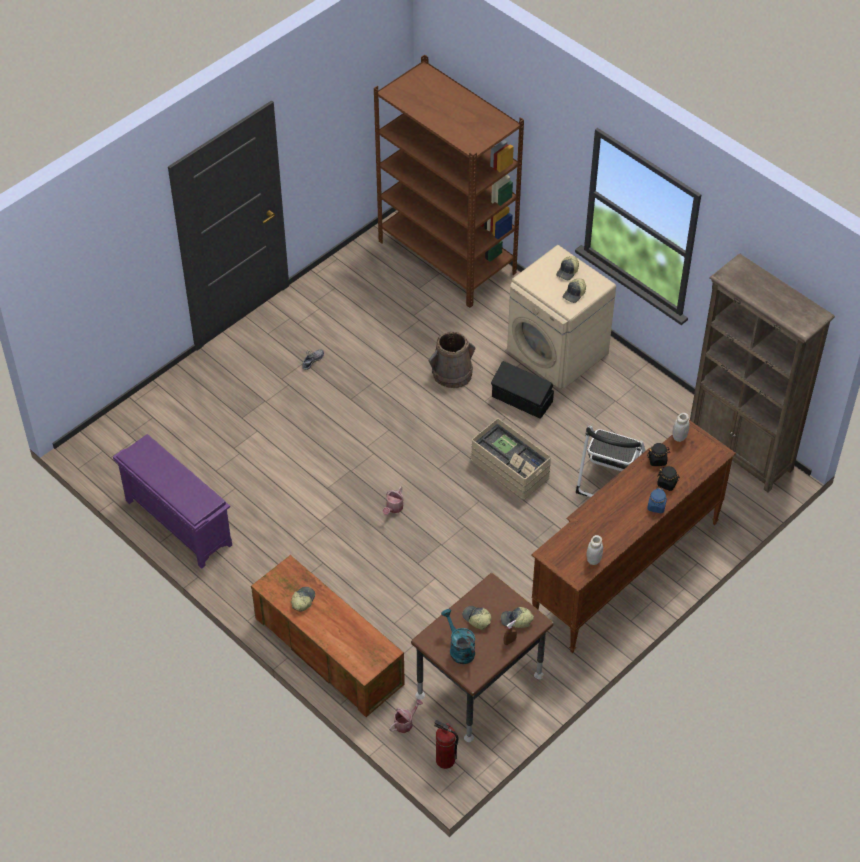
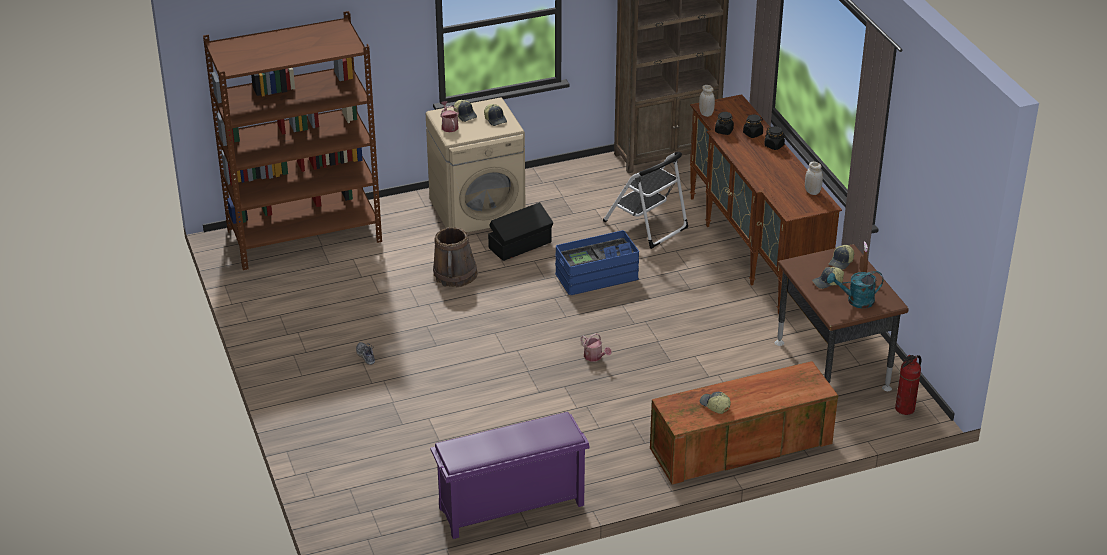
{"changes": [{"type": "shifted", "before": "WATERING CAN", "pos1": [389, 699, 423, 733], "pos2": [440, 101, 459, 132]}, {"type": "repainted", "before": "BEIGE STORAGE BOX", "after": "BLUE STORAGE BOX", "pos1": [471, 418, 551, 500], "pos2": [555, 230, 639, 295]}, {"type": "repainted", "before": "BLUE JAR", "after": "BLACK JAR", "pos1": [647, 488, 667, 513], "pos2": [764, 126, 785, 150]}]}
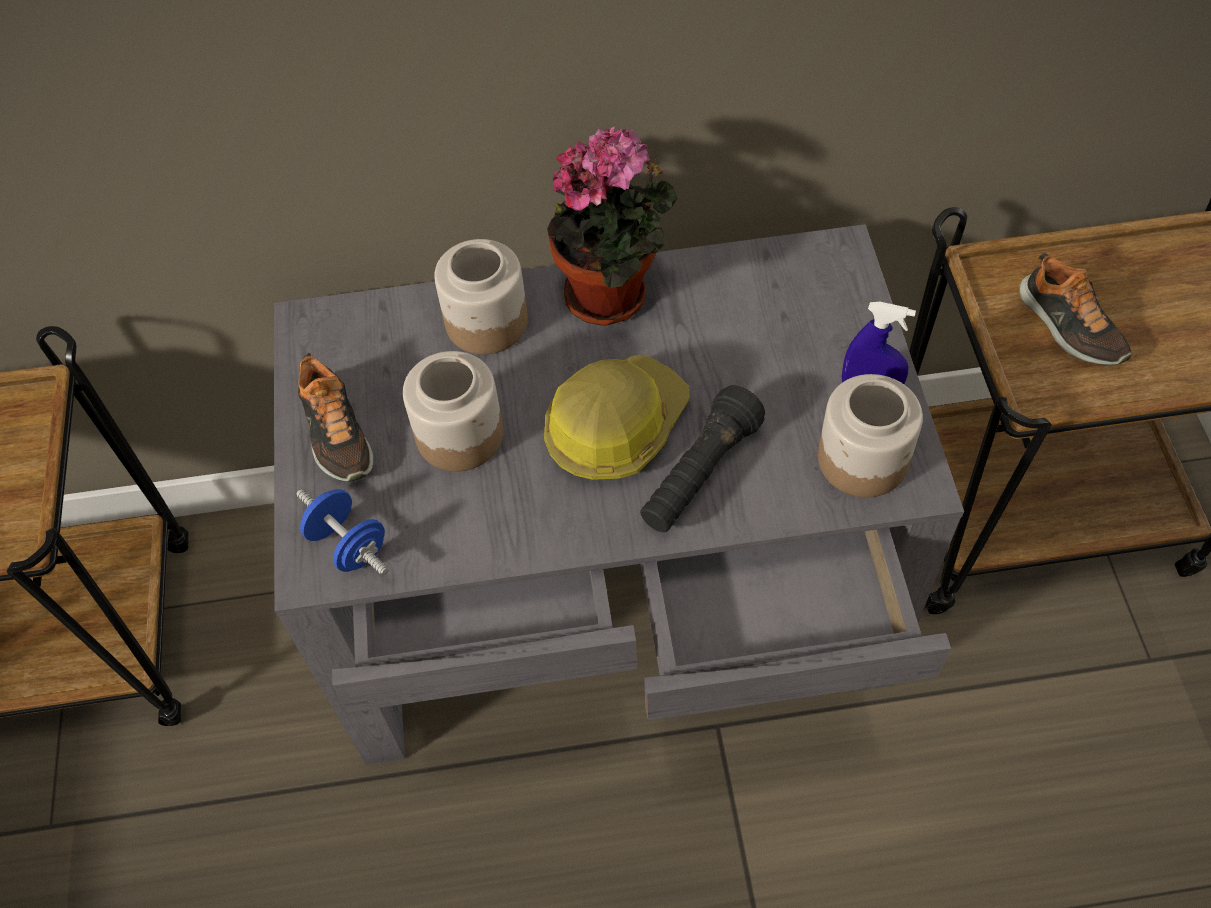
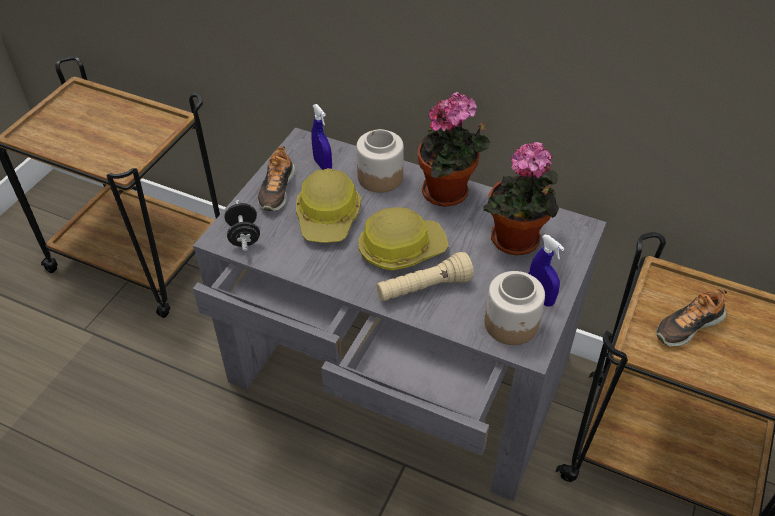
{"changes": [{"type": "new", "after": "BLUE SPRAY BOTTLE", "pos2": [311, 104, 332, 170]}, {"type": "new", "after": "POTTED PLANT", "pos2": [483, 142, 559, 255]}, {"type": "swapped", "before": "JAR", "after": "HARD HAT", "pos1": [403, 351, 503, 472], "pos2": [296, 168, 361, 243]}, {"type": "repainted", "before": "BLUE DUMBBELL", "after": "BLACK DUMBBELL", "pos1": [296, 489, 389, 575], "pos2": [224, 200, 260, 252]}, {"type": "repainted", "before": "BLACK FLASHLIGHT", "after": "BEIGE FLASHLIGHT", "pos1": [640, 385, 765, 532], "pos2": [377, 252, 474, 301]}, {"type": "rotated", "before": "SHOE", "pos1": [1019, 253, 1132, 365], "pos2": [656, 288, 727, 346], "turn": 60}]}
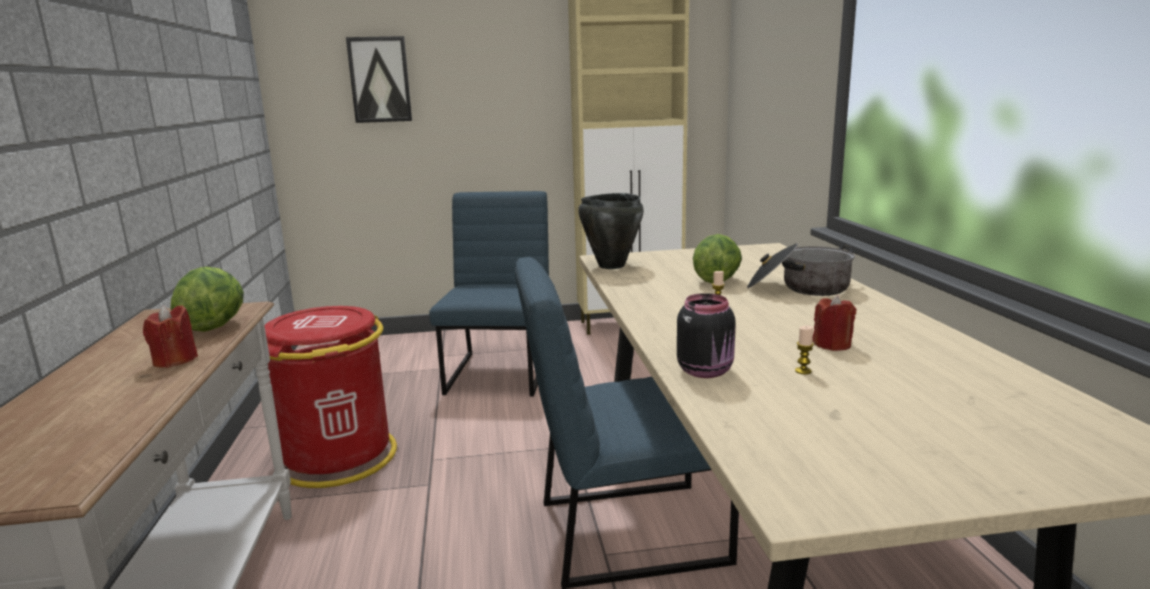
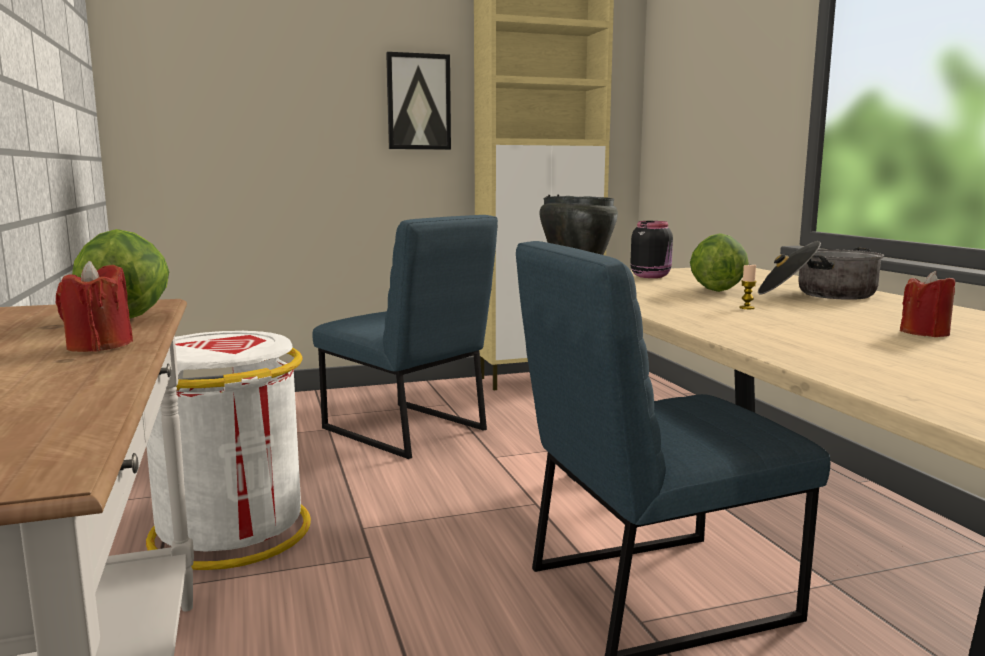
{"changes": [{"type": "gone", "before": "CANDLE", "pos1": [795, 326, 814, 374]}, {"type": "shifted", "before": "PICTURE", "pos1": [346, 36, 412, 123], "pos2": [386, 52, 451, 150]}, {"type": "shifted", "before": "BLACK JAR", "pos1": [677, 293, 736, 378], "pos2": [630, 221, 673, 278]}, {"type": "repainted", "before": "RED TRASH CAN", "after": "WHITE TRASH CAN", "pos1": [265, 306, 397, 488], "pos2": [146, 331, 311, 570]}, {"type": "rotated", "before": "BLUE CHAIR", "pos1": [429, 191, 549, 397], "pos2": [312, 215, 498, 459], "turn": 135}]}
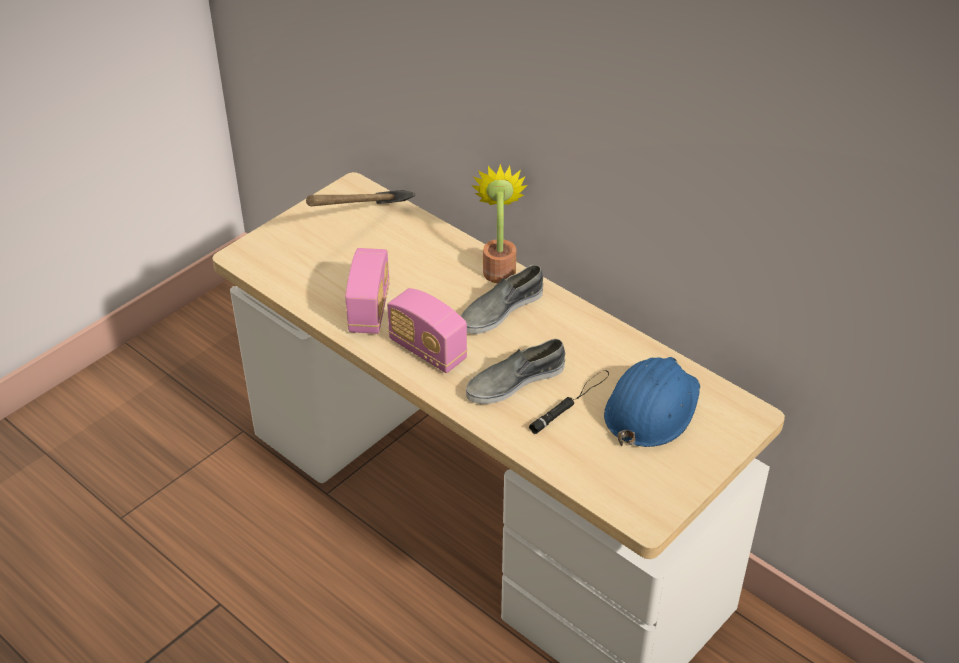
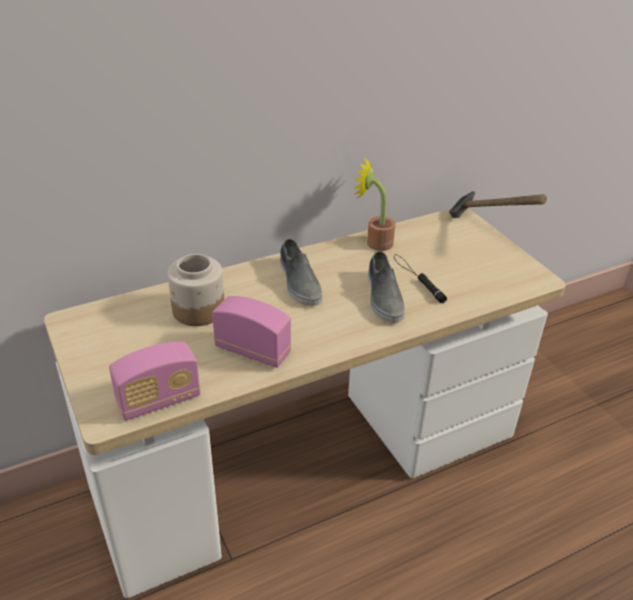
{"changes": [{"type": "gone", "before": "BLUE HARD HAT", "pos1": [604, 357, 700, 447]}, {"type": "new", "after": "JAR", "pos2": [168, 254, 224, 326]}, {"type": "shifted", "before": "HAMMER", "pos1": [306, 190, 415, 206], "pos2": [449, 191, 547, 218]}, {"type": "shifted", "before": "RADIO", "pos1": [387, 288, 468, 373], "pos2": [109, 342, 200, 420]}, {"type": "shifted", "before": "POTTED PLANT", "pos1": [471, 164, 527, 283], "pos2": [354, 157, 396, 251]}]}
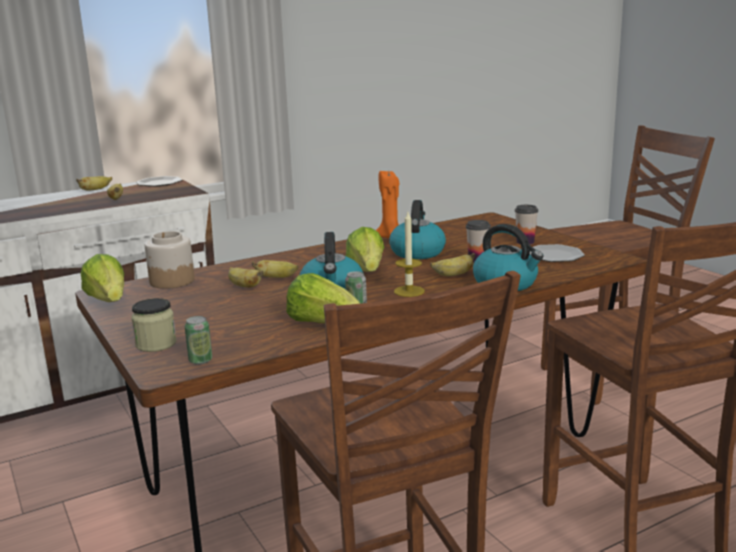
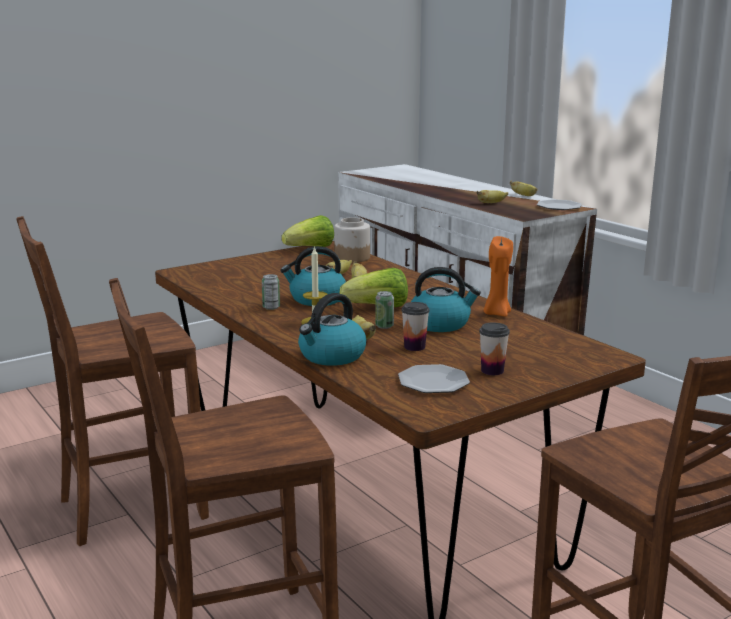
{"changes": [{"type": "gone", "before": "JAR", "pos1": [131, 298, 177, 352]}, {"type": "gone", "before": "LETTUCE", "pos1": [287, 273, 360, 323]}, {"type": "shifted", "before": "CAN", "pos1": [185, 316, 212, 365], "pos2": [375, 291, 394, 329]}]}
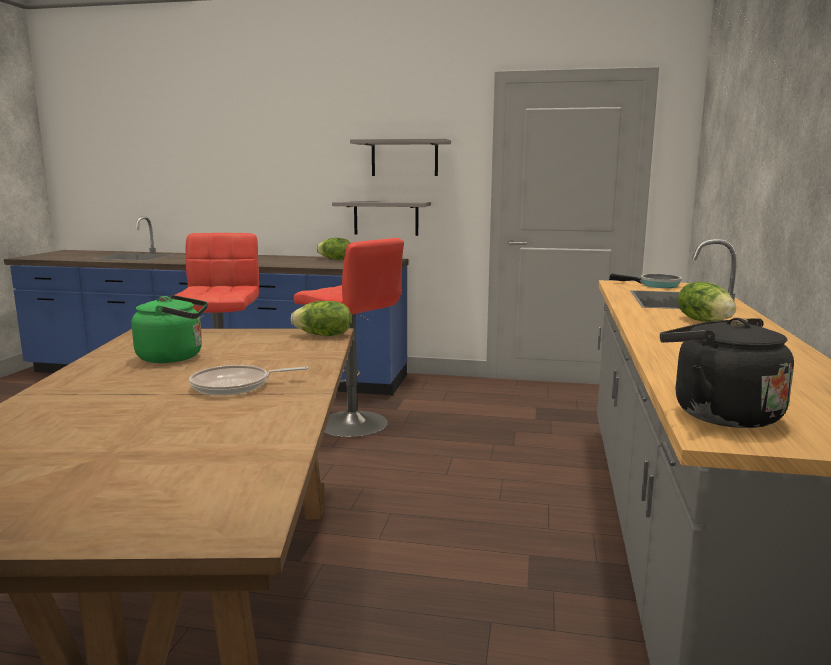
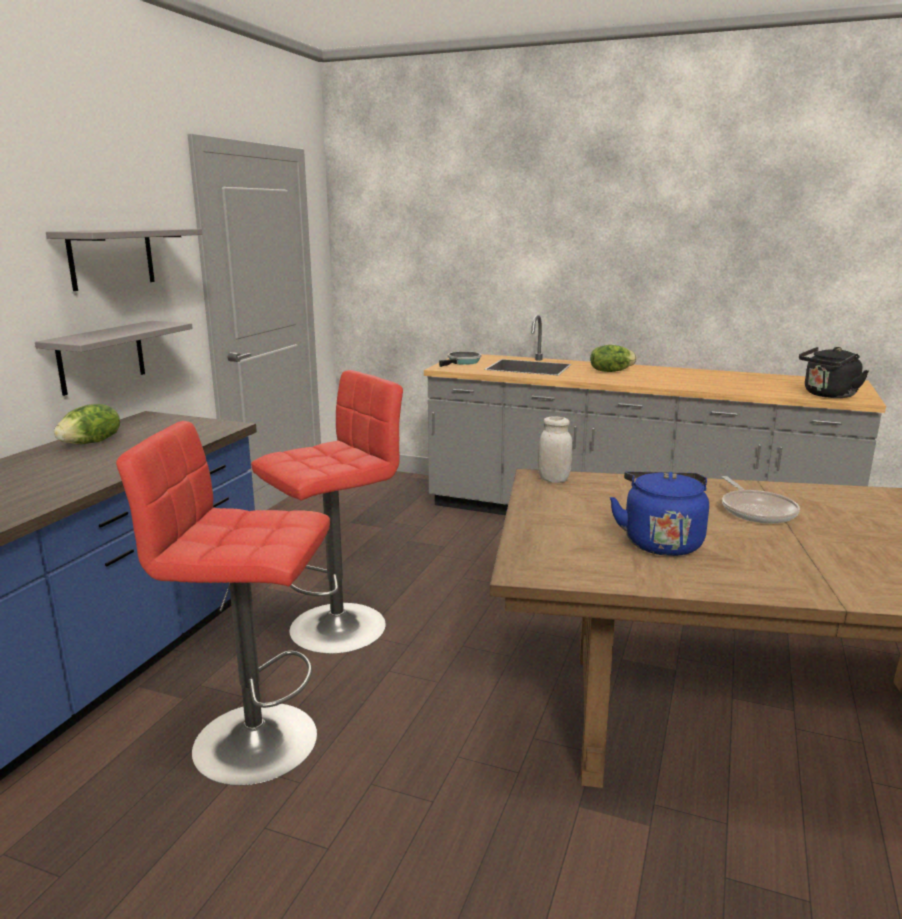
{"changes": [{"type": "swapped", "before": "LETTUCE", "after": "WHITE JAR", "pos1": [291, 301, 351, 336], "pos2": [538, 416, 573, 483]}, {"type": "repainted", "before": "GREEN KETTLE", "after": "BLUE KETTLE", "pos1": [132, 295, 208, 363], "pos2": [610, 471, 709, 556]}]}
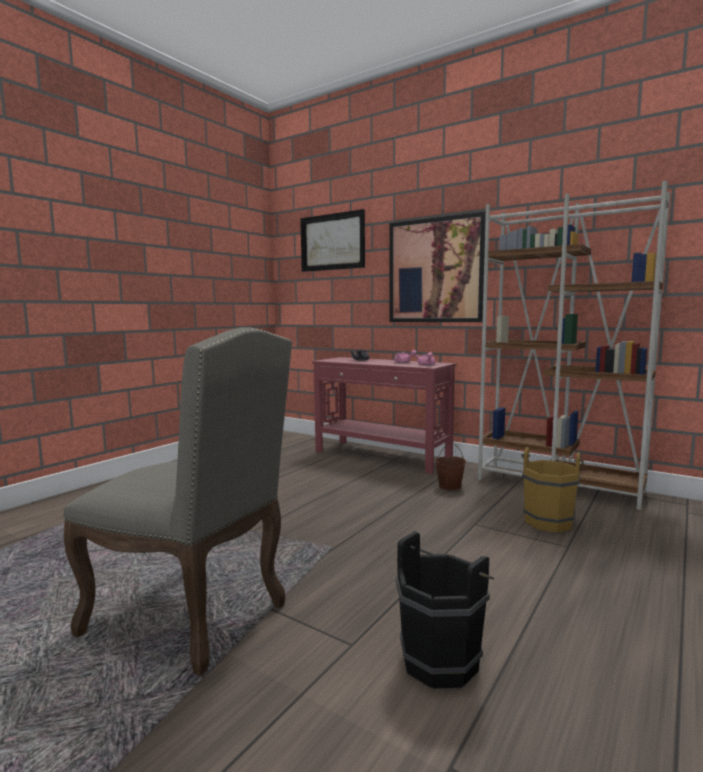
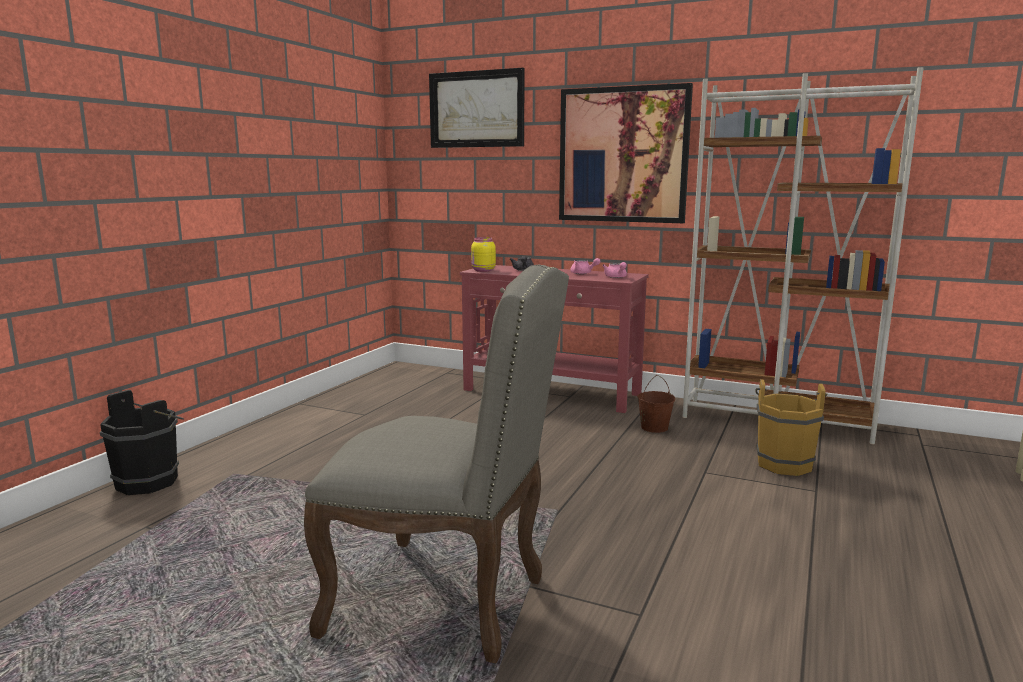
{"changes": [{"type": "new", "after": "YELLOW JAR", "pos2": [471, 237, 496, 272]}, {"type": "shifted", "before": "BLACK BUCKET", "pos1": [396, 531, 495, 688], "pos2": [100, 390, 184, 495]}]}
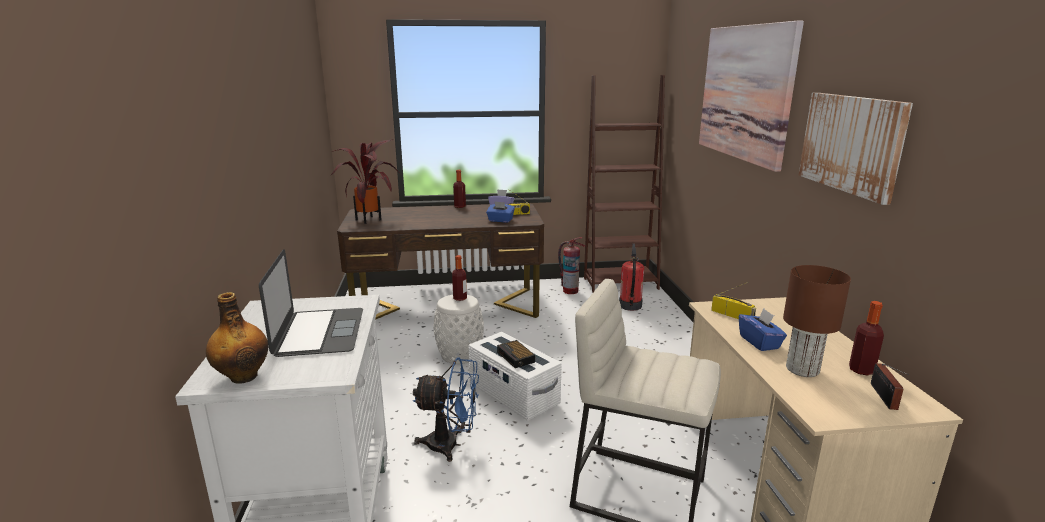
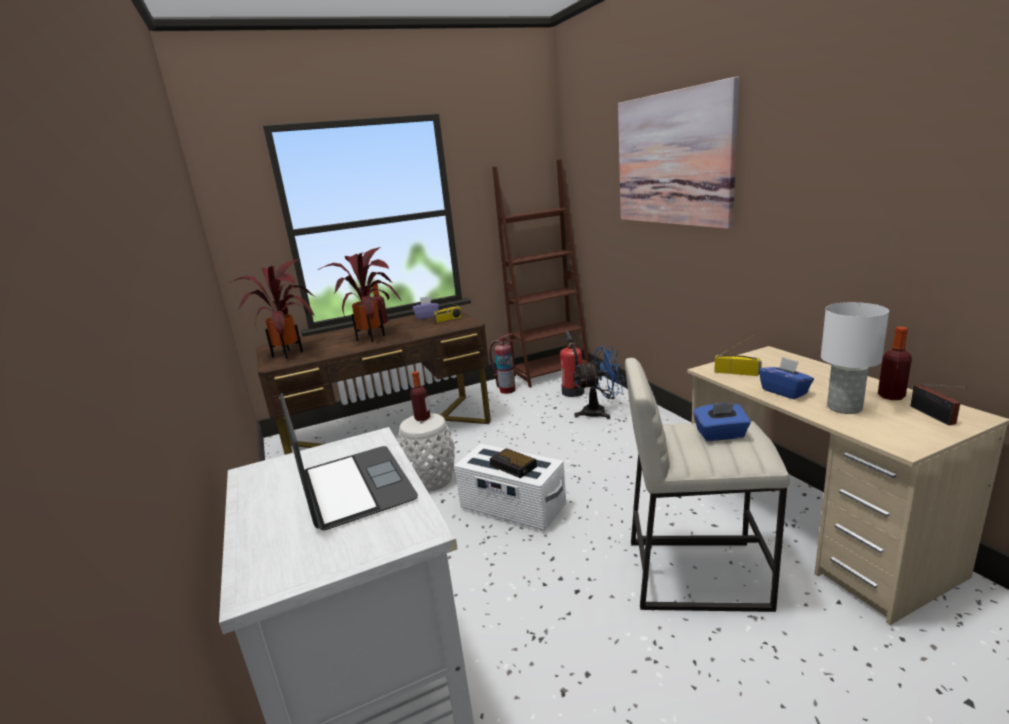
{"changes": [{"type": "gone", "before": "BOTTLE", "pos1": [206, 292, 268, 383]}, {"type": "gone", "before": "PICTURE", "pos1": [799, 93, 913, 205]}, {"type": "new", "after": "POTTED PLANT", "pos2": [318, 247, 401, 342]}, {"type": "shifted", "before": "BLUE FAN", "pos1": [413, 357, 479, 462], "pos2": [574, 346, 625, 419]}, {"type": "shifted", "before": "BLUE TISSUE BOX", "pos1": [486, 201, 515, 223], "pos2": [693, 403, 751, 441]}, {"type": "repainted", "before": "BROWN TABLE LAMP", "after": "WHITE TABLE LAMP", "pos1": [783, 265, 851, 377], "pos2": [821, 302, 889, 414]}]}
